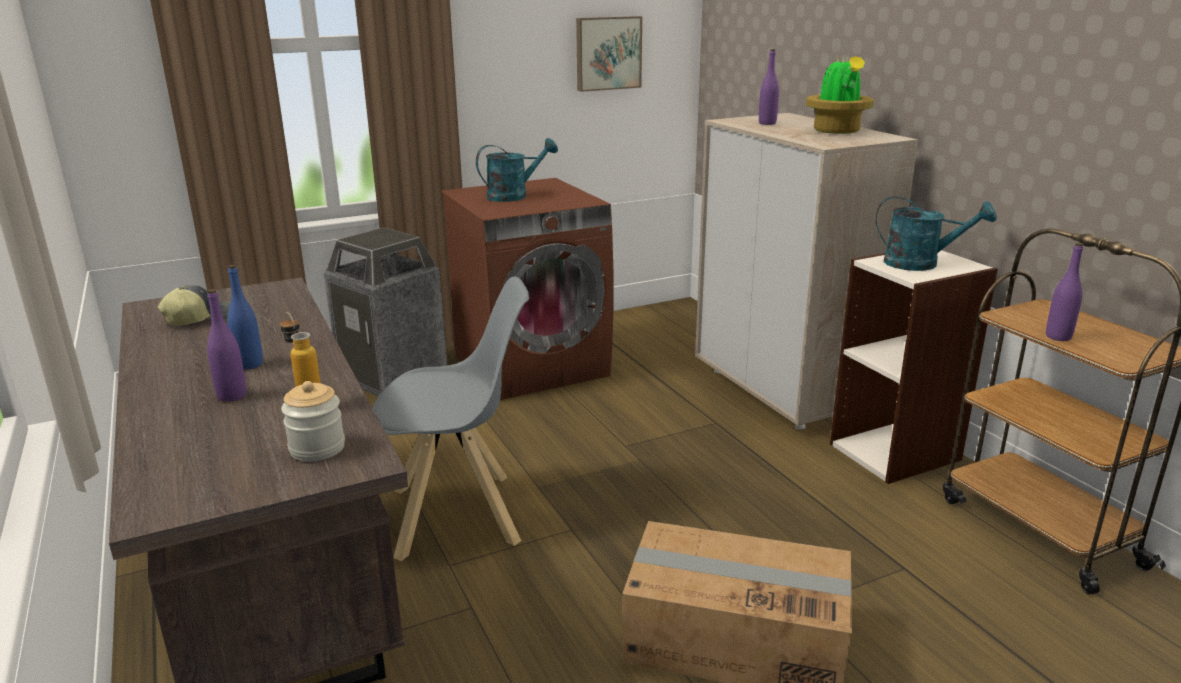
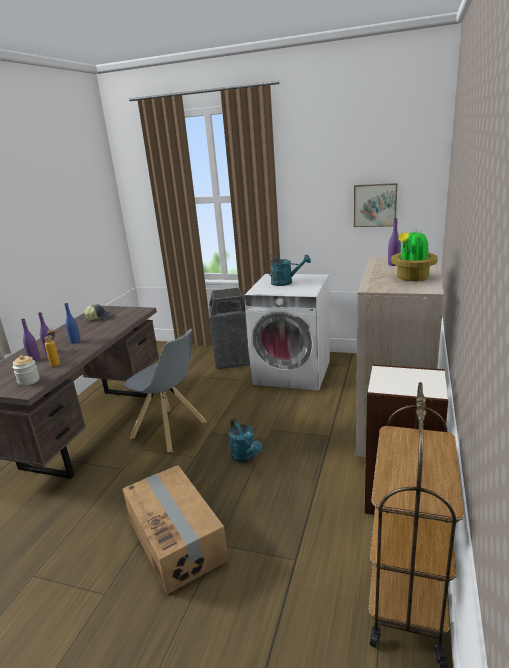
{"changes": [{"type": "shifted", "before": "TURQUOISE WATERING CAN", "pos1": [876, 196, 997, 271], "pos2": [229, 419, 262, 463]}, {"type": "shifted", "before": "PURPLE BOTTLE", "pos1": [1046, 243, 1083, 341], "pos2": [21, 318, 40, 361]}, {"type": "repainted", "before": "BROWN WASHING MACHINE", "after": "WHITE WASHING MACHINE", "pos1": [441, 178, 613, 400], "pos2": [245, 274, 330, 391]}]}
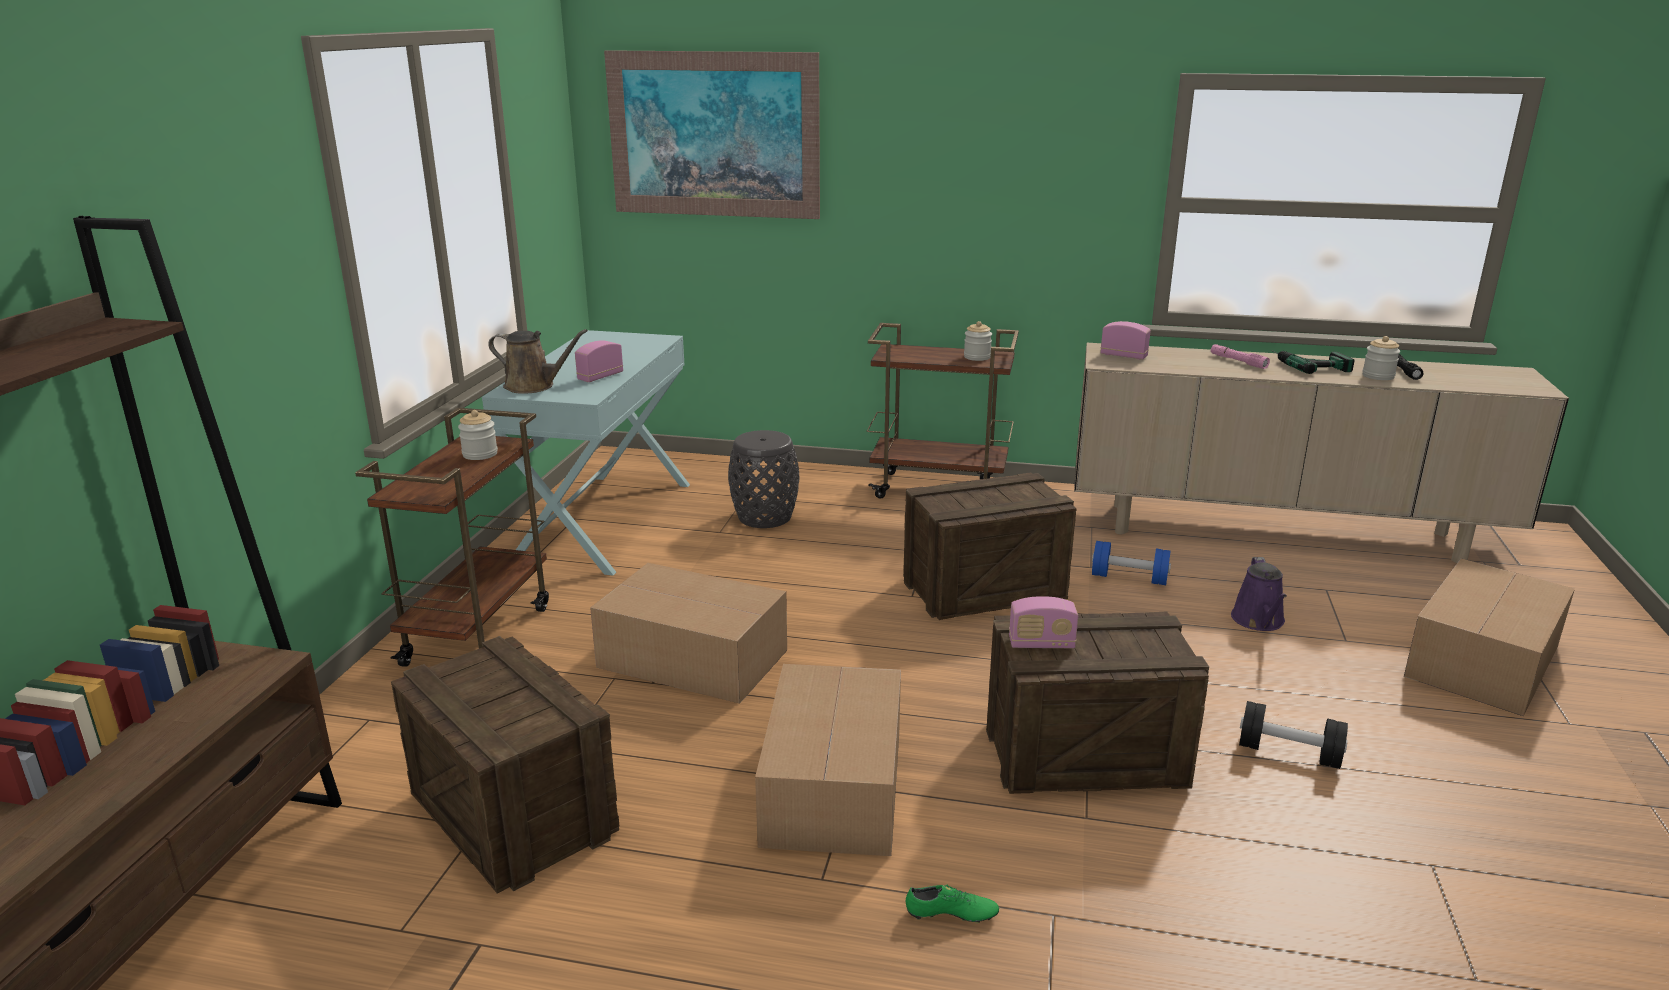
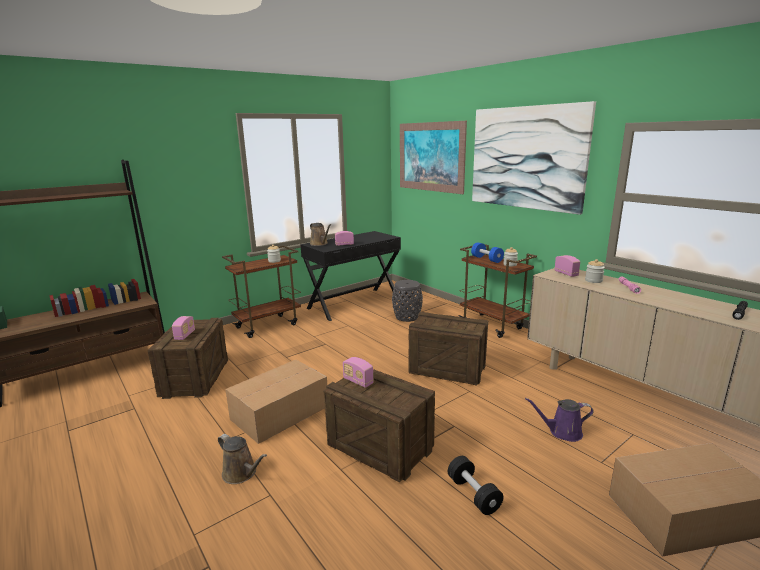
{"changes": [{"type": "gone", "before": "CARDBOARD BOX", "pos1": [590, 563, 787, 704]}, {"type": "gone", "before": "POWER DRILL", "pos1": [1272, 351, 1355, 374]}, {"type": "new", "after": "RADIO", "pos2": [172, 316, 195, 340]}, {"type": "new", "after": "PICTURE", "pos2": [472, 101, 596, 215]}, {"type": "shifted", "before": "BLUE DUMBBELL", "pos1": [1092, 541, 1171, 585], "pos2": [471, 242, 504, 263]}, {"type": "shifted", "before": "JAR", "pos1": [1362, 336, 1400, 380], "pos2": [585, 259, 605, 283]}, {"type": "swapped", "before": "GREEN SHOE", "after": "BROWN WATERING CAN", "pos1": [906, 884, 999, 923], "pos2": [218, 434, 267, 484]}, {"type": "repainted", "before": "TURQUOISE DESK", "after": "BLACK DESK", "pos1": [482, 330, 690, 576], "pos2": [300, 231, 401, 321]}, {"type": "rotated", "before": "PURPLE WATERING CAN", "pos1": [1231, 557, 1287, 631], "pos2": [525, 398, 594, 442], "turn": 45}]}
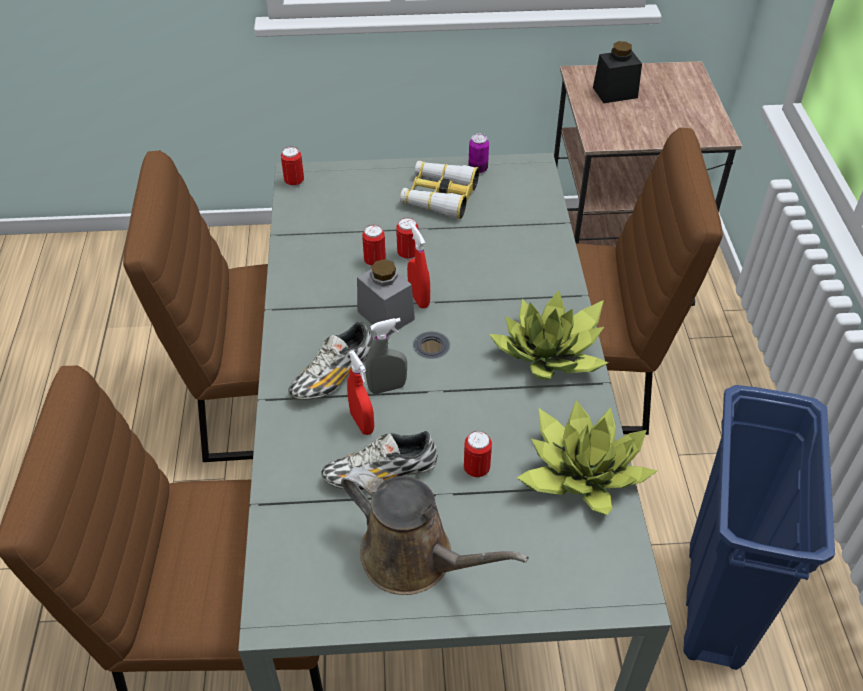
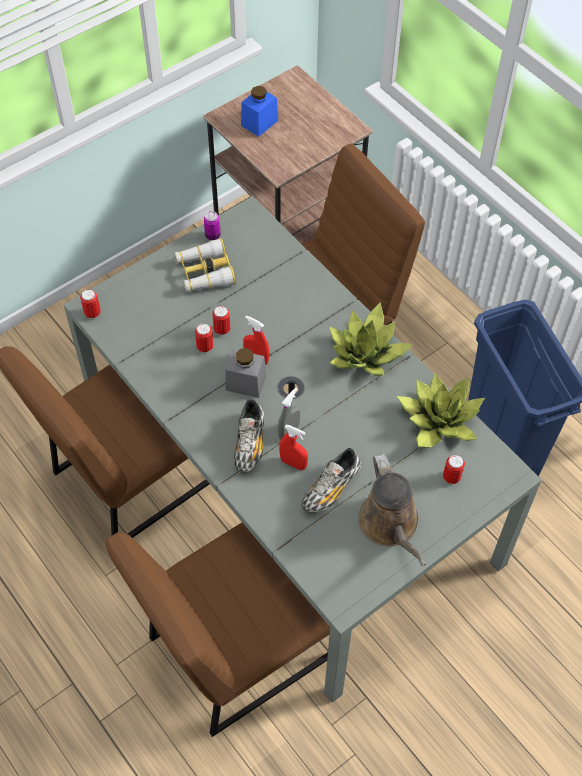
{"changes": [{"type": "shifted", "before": "CAN", "pos1": [464, 431, 492, 478], "pos2": [443, 455, 465, 484]}, {"type": "repainted", "before": "BLACK JAR", "after": "BLUE JAR", "pos1": [593, 41, 642, 103], "pos2": [241, 86, 278, 137]}, {"type": "rotated", "before": "BROWN WATERING CAN", "pos1": [341, 467, 529, 595], "pos2": [358, 454, 426, 566], "turn": 75}]}
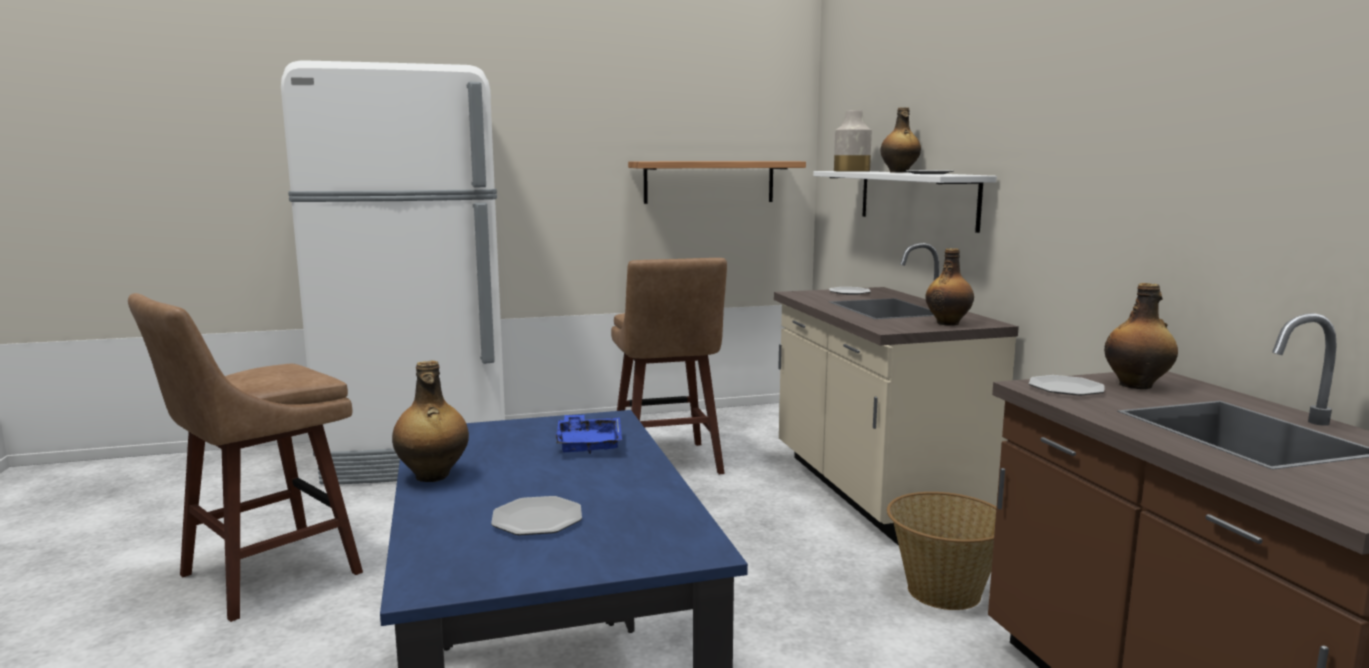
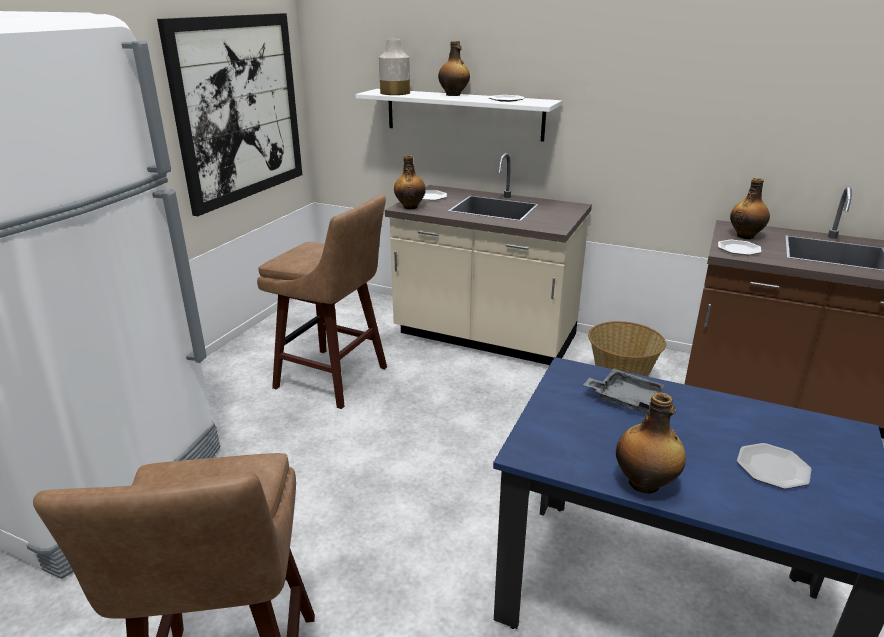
{"changes": [{"type": "shifted", "before": "BOTTLE", "pos1": [925, 248, 974, 326], "pos2": [394, 155, 426, 209]}, {"type": "swapped", "before": "SHELF", "after": "PICTURE", "pos1": [628, 161, 806, 204], "pos2": [157, 13, 302, 216]}, {"type": "repainted", "before": "BLUE TRAY", "after": "GREY TRAY", "pos1": [556, 414, 622, 454], "pos2": [583, 368, 665, 414]}]}
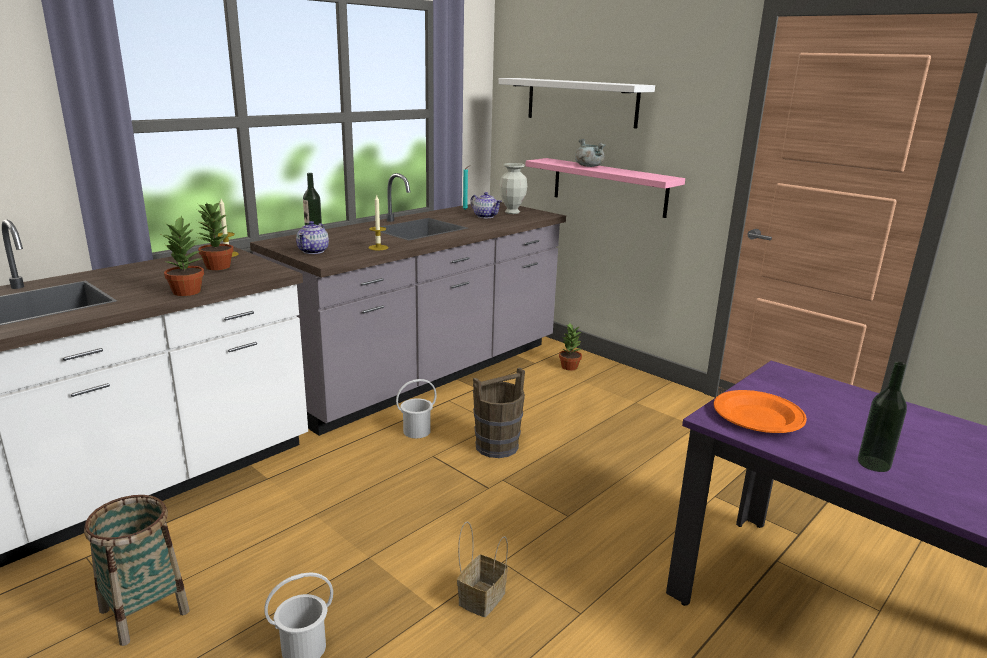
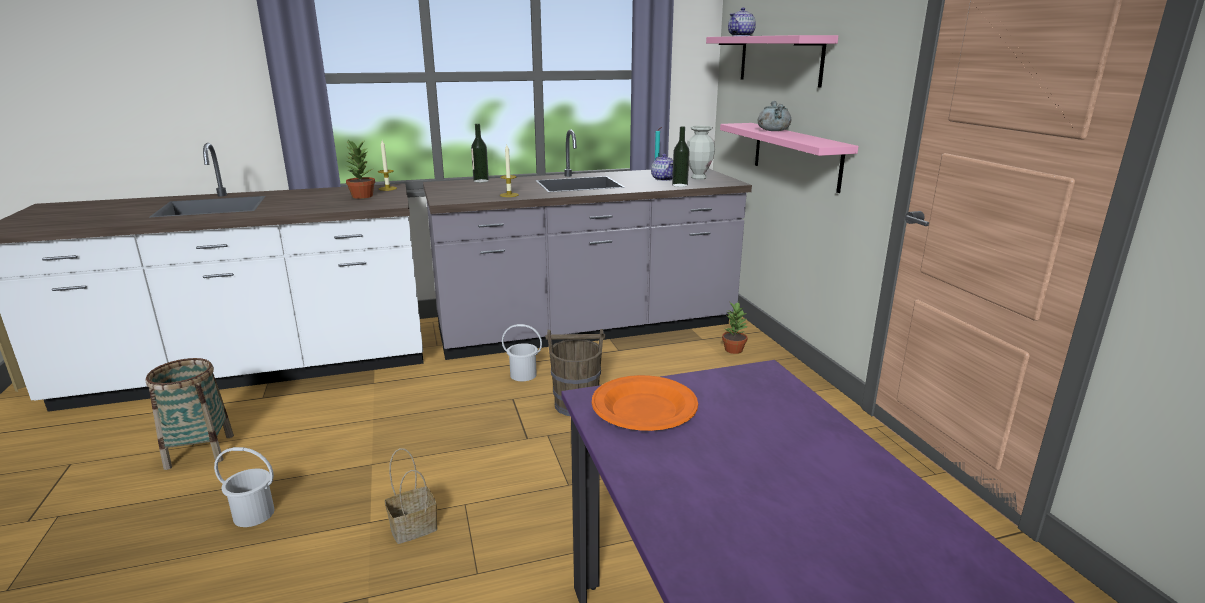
{"changes": [{"type": "gone", "before": "POTTED PLANT", "pos1": [162, 216, 204, 296]}, {"type": "shifted", "before": "TEAPOT", "pos1": [296, 221, 329, 254], "pos2": [728, 8, 756, 36]}, {"type": "shifted", "before": "BOTTLE", "pos1": [858, 362, 907, 472], "pos2": [672, 126, 690, 187]}, {"type": "repainted", "before": "WHITE SHELF", "after": "PINK SHELF", "pos1": [498, 78, 655, 129], "pos2": [706, 35, 838, 87]}]}
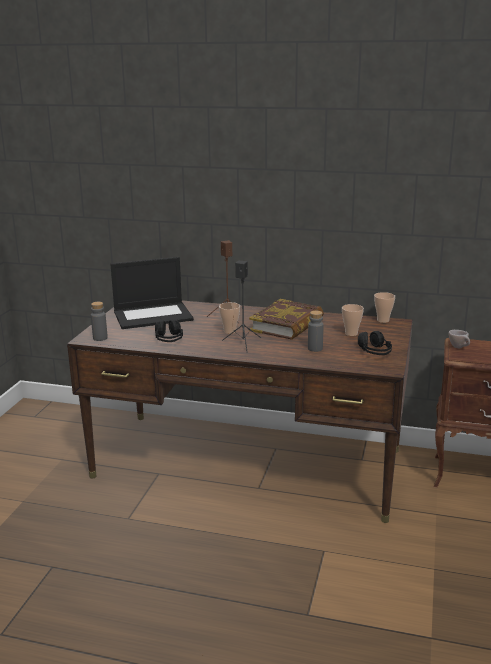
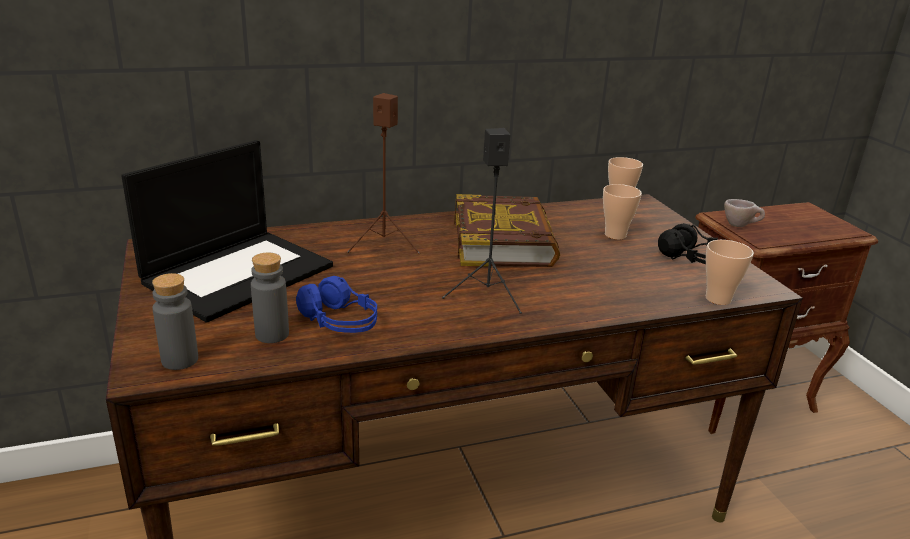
{"changes": [{"type": "shifted", "before": "CUP", "pos1": [219, 302, 240, 334], "pos2": [706, 240, 754, 305]}, {"type": "shifted", "before": "GREY BOTTLE", "pos1": [308, 311, 324, 352], "pos2": [251, 252, 289, 343]}, {"type": "repainted", "before": "BLACK HEADPHONES", "after": "BLUE HEADPHONES", "pos1": [155, 320, 183, 342], "pos2": [296, 276, 377, 333]}]}
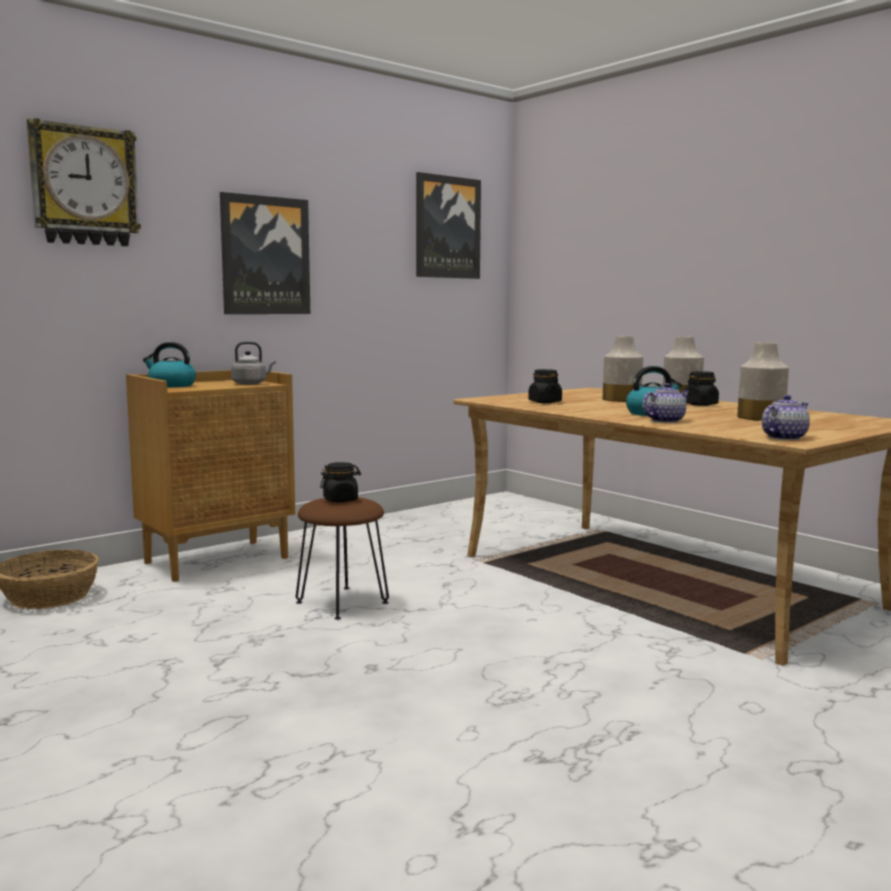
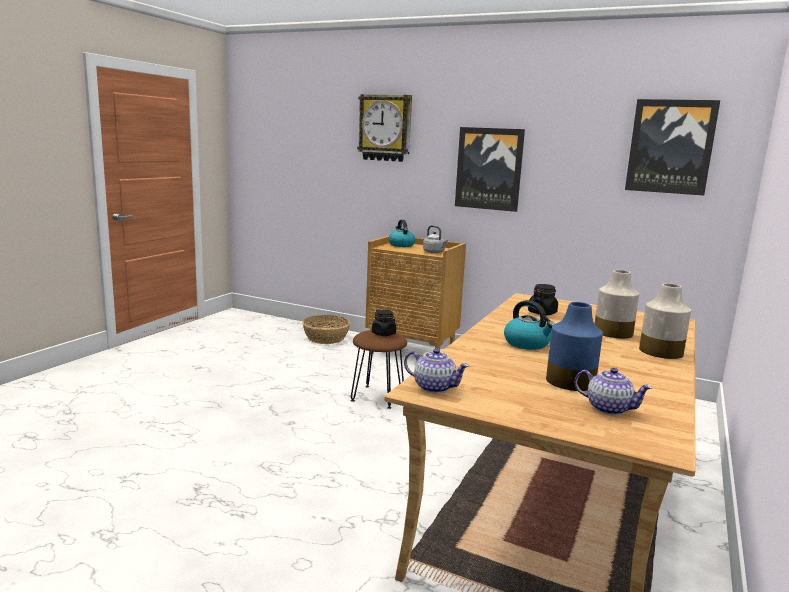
{"changes": [{"type": "gone", "before": "BLACK JAR", "pos1": [684, 371, 719, 406]}, {"type": "shifted", "before": "TEAPOT", "pos1": [642, 383, 690, 423], "pos2": [574, 368, 653, 415]}, {"type": "repainted", "before": "BEIGE VASE", "after": "BLUE VASE", "pos1": [737, 342, 789, 421], "pos2": [546, 302, 603, 391]}]}
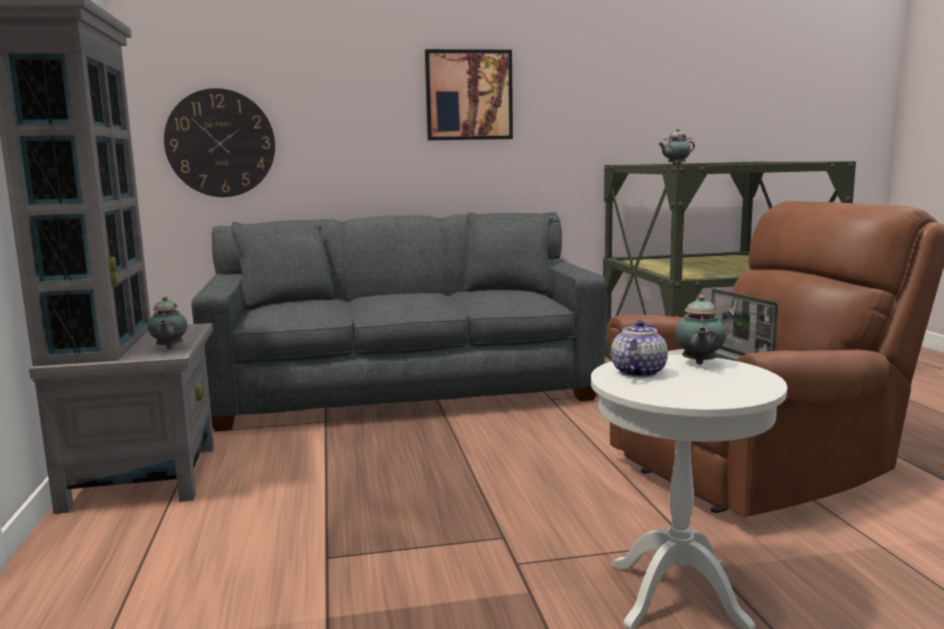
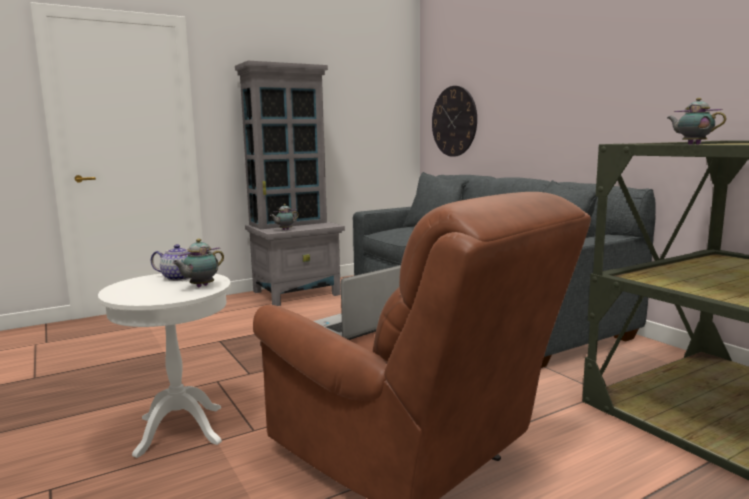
{"changes": [{"type": "gone", "before": "PICTURE", "pos1": [425, 49, 513, 140]}, {"type": "rotated", "before": "TEAPOT", "pos1": [675, 295, 726, 365], "pos2": [172, 239, 224, 287], "turn": -45}]}
